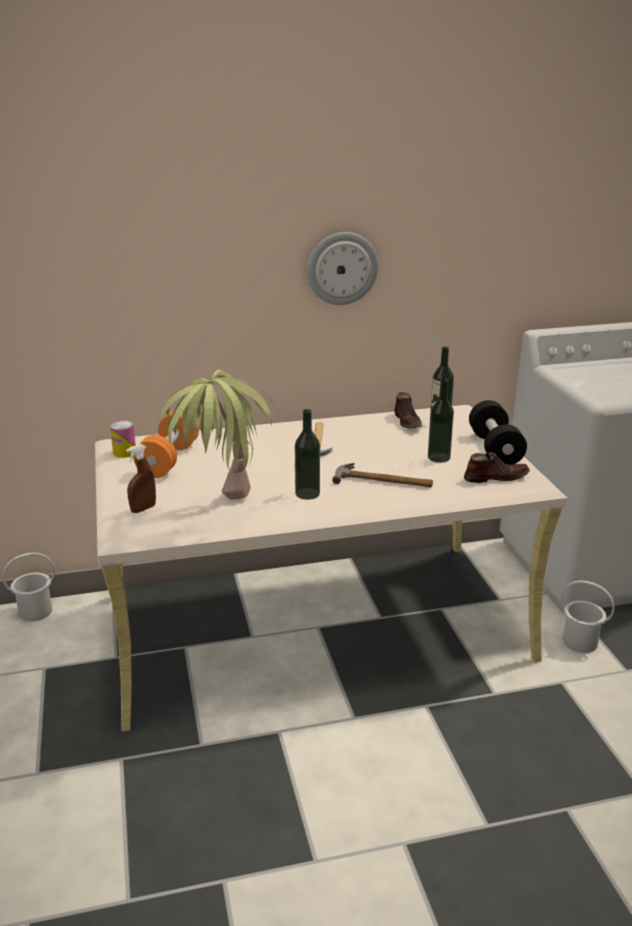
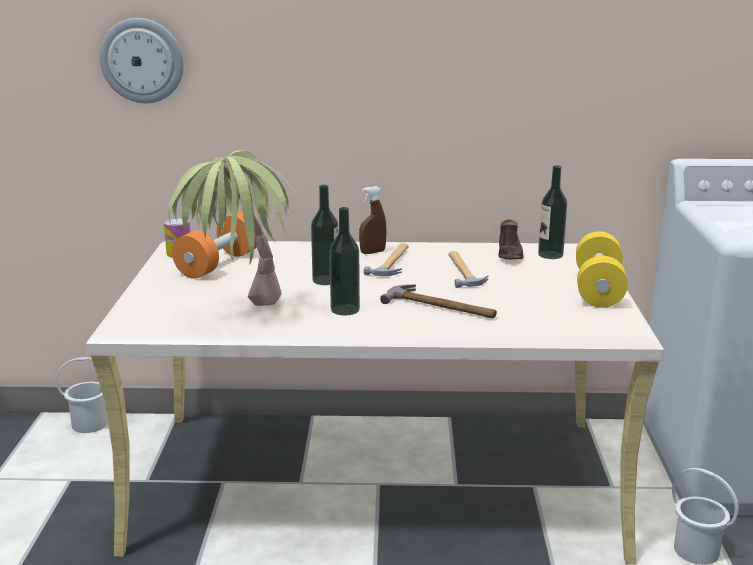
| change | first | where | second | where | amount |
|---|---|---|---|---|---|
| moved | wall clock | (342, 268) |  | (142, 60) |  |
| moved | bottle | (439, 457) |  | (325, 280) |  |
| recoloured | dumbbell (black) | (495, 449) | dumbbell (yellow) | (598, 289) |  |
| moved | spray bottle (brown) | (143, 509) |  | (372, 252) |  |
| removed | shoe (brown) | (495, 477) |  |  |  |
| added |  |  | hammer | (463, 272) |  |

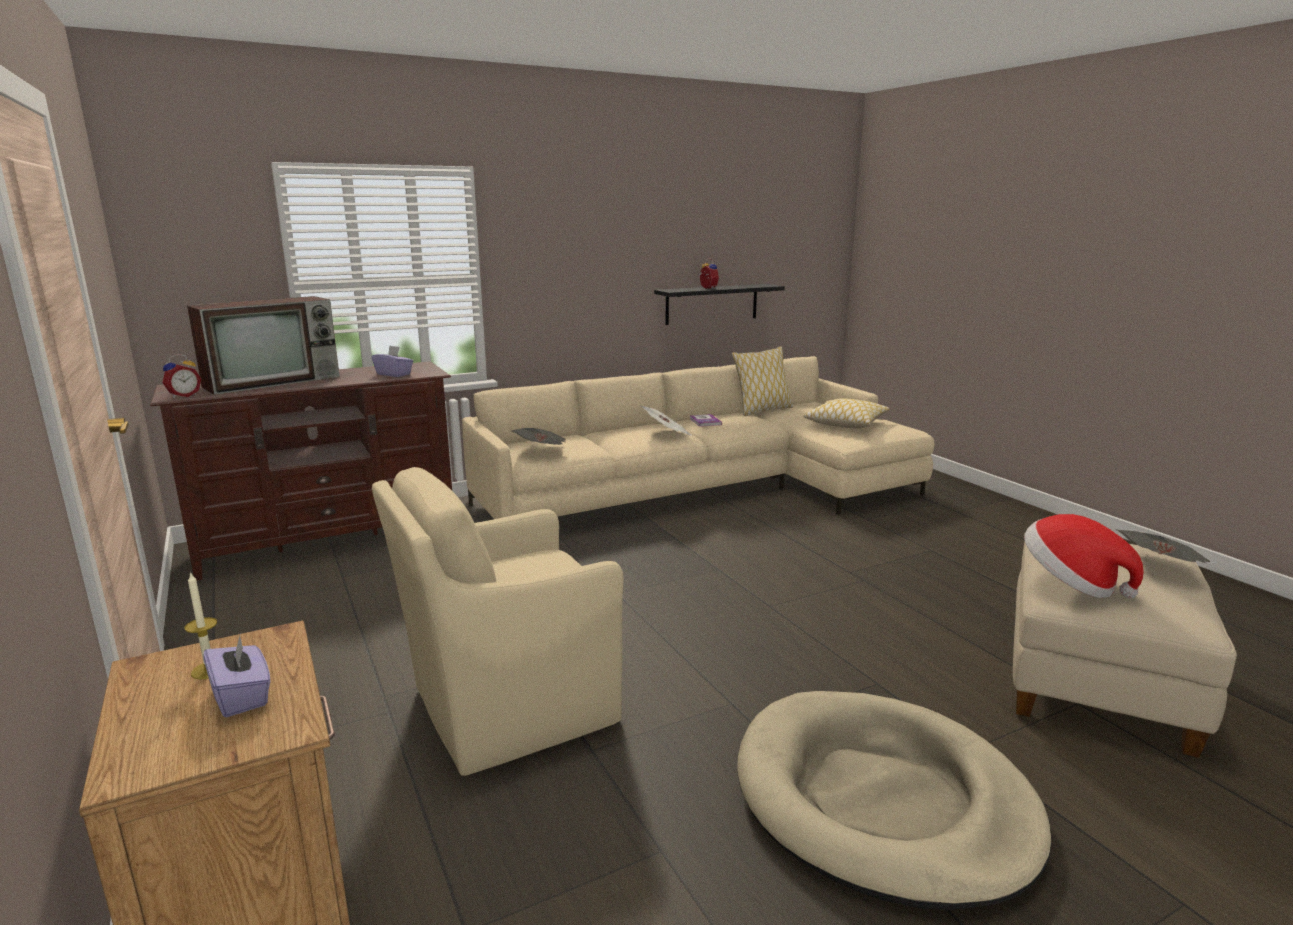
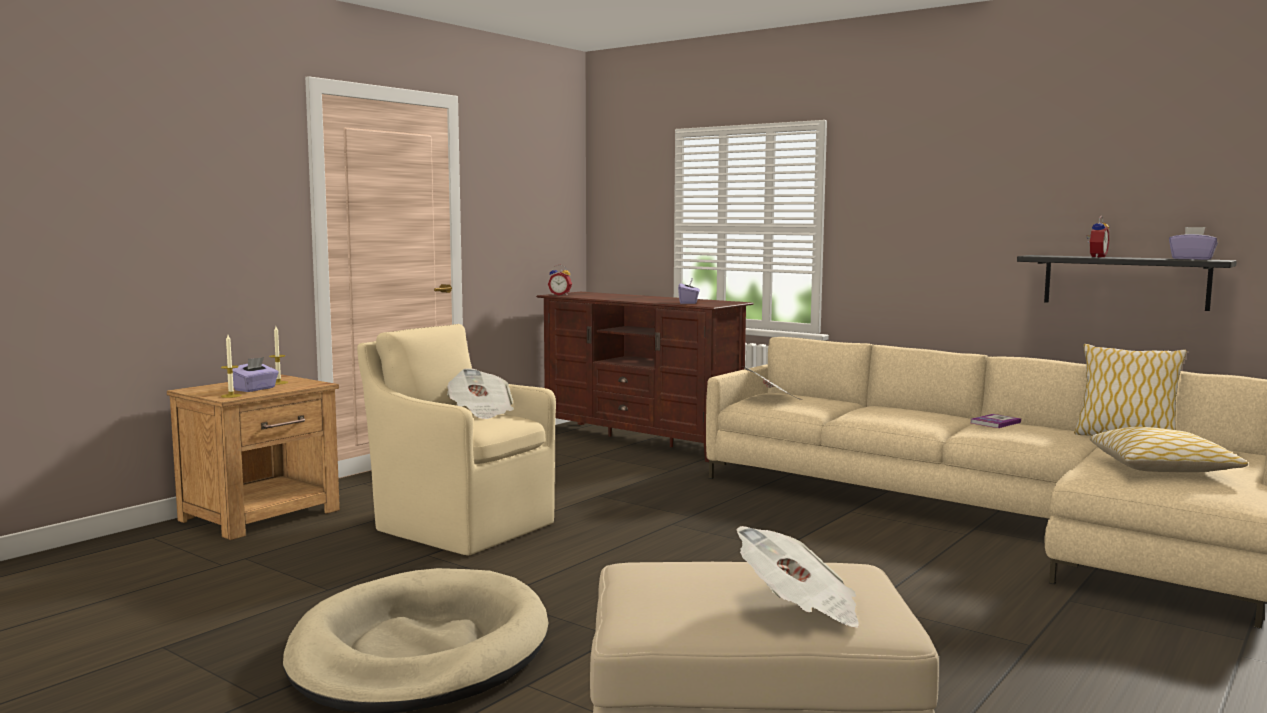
| change | first | where | second | where | amount |
|---|---|---|---|---|---|
| removed | television | (275, 381) |  |  |  |
| moved | newspaper | (666, 434) |  | (480, 412) |  |
| removed | hat | (1071, 583) |  |  |  |
| added |  |  | tissue box (purple) | (1192, 259) |  |
| added |  |  | candle | (231, 396) |  |

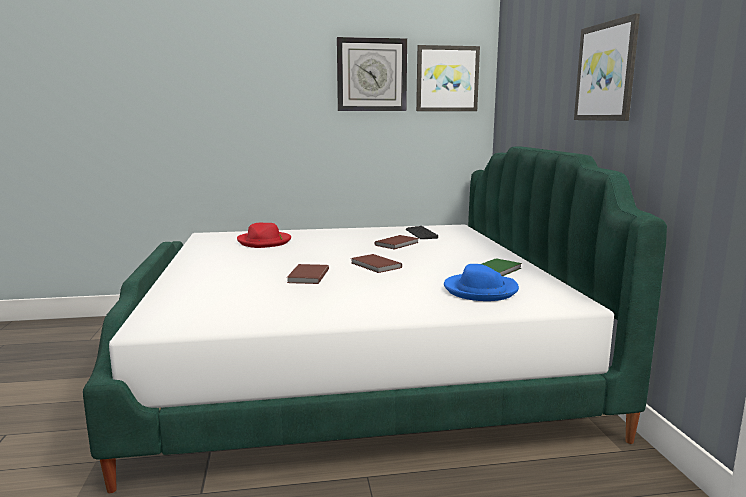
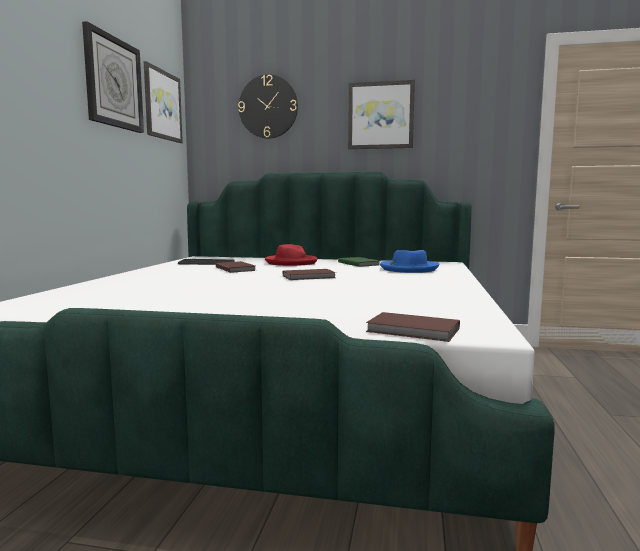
| change | first | where | second | where | amount |
|---|---|---|---|---|---|
| moved | hat (red) | (264, 242) |  | (291, 262) |  |
| moved | book (brown) | (307, 276) |  | (413, 330) |  |
| added |  |  | wall clock | (268, 107) |  |

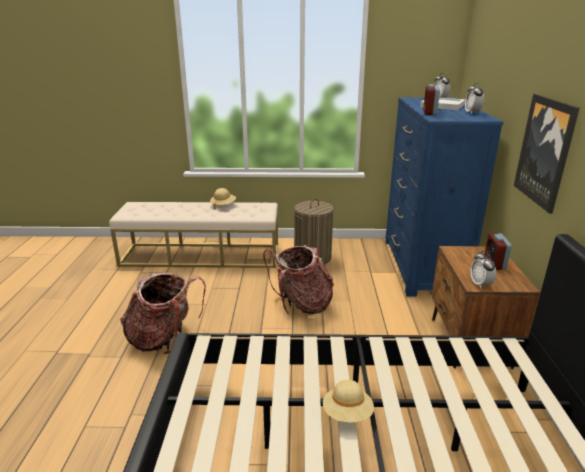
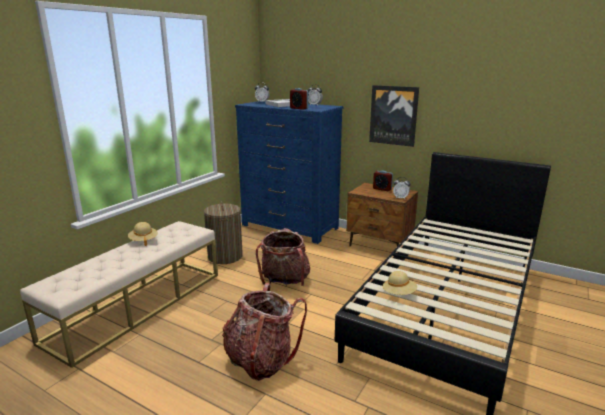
| change | first | where | second | where | amount |
|---|---|---|---|---|---|
| moved | hat (beige) | (347, 414) |  | (399, 293) |  |

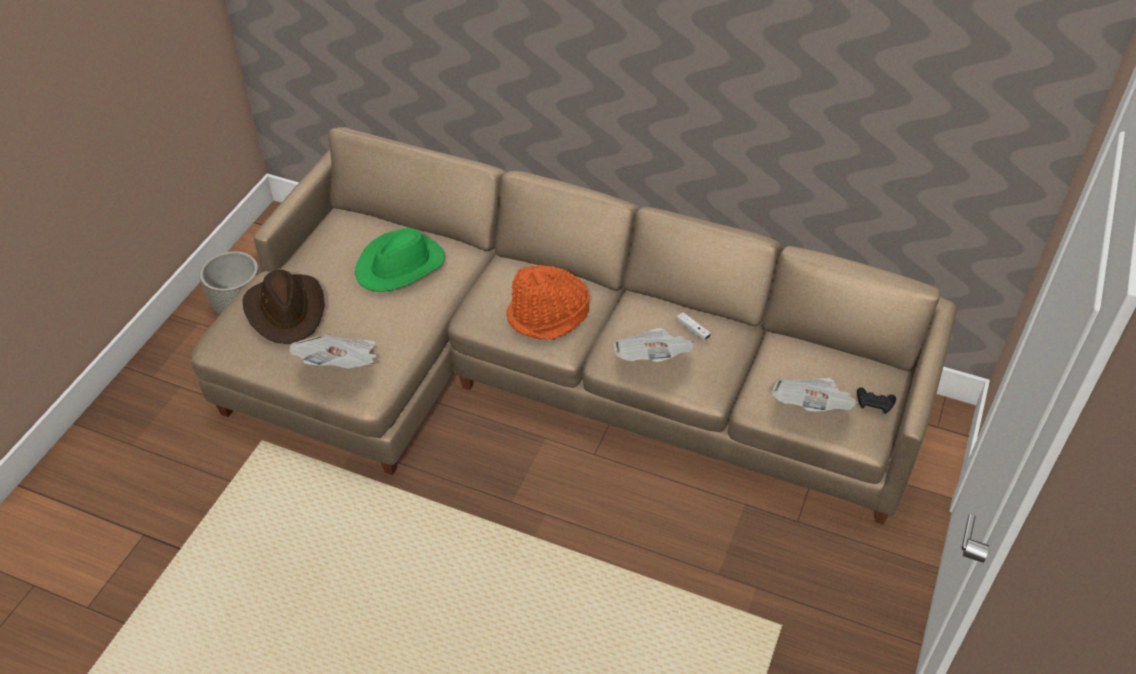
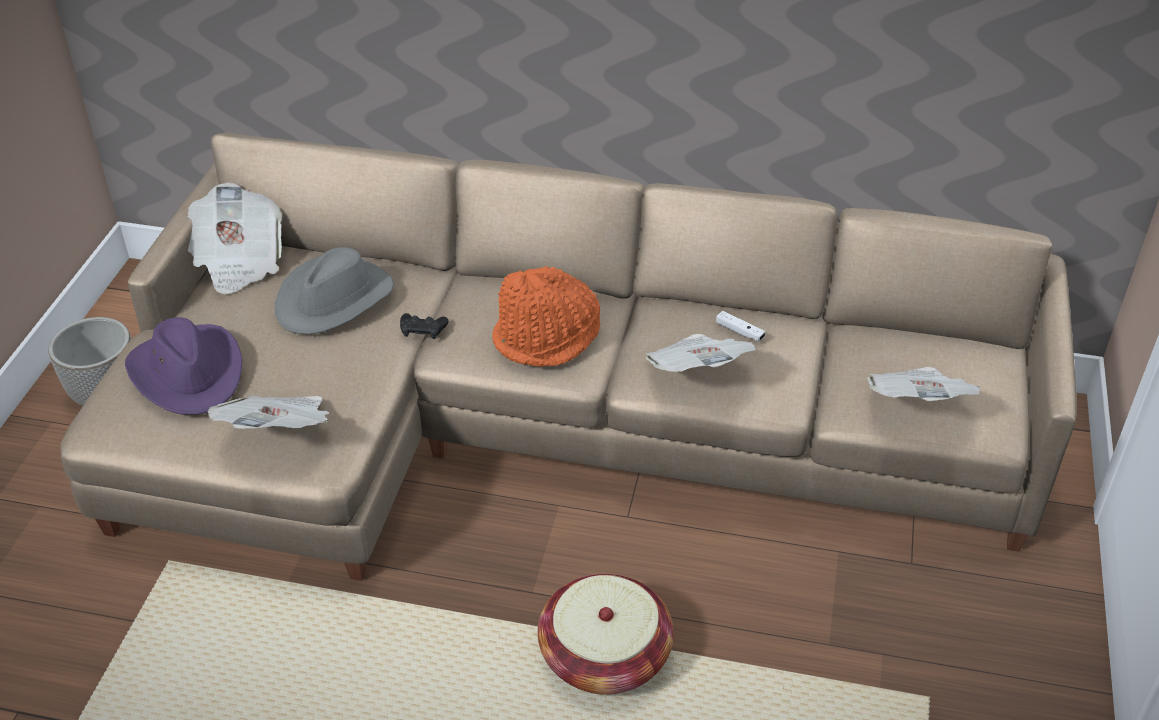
| change | first | where | second | where | amount |
|---|---|---|---|---|---|
| recoloured | hat (green) | (401, 265) | hat (grey) | (335, 299) |  |
| recoloured | hat (brown) | (286, 310) | hat (purple) | (188, 373) |  |
| moved | game controller (black) | (874, 403) |  | (423, 329) |  |
| added |  |  | newspaper | (238, 261) |  |
| added |  |  | basket | (604, 656) |  |

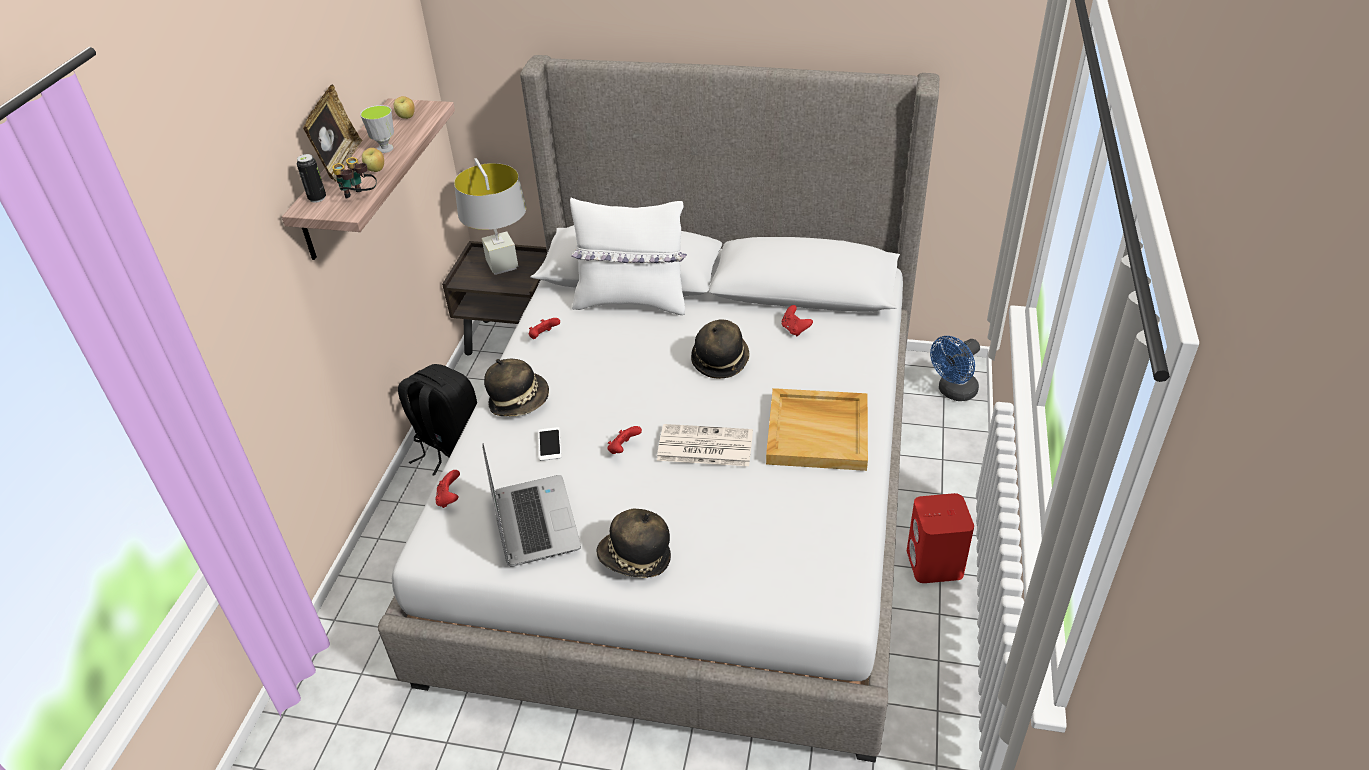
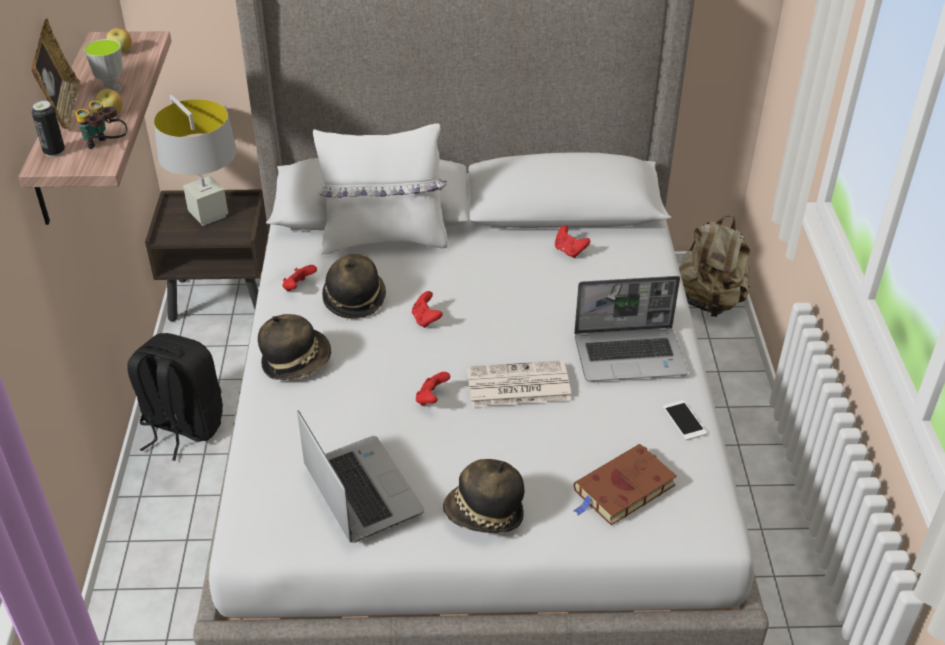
| change | first | where | second | where | amount |
|---|---|---|---|---|---|
| moved | hat | (720, 360) |  | (354, 299) |  |
| replaced | fan (blue) | (953, 392) | backpack (beige) | (709, 301) |  |
| replaced | tray (beige) | (818, 432) | laptop | (630, 355) |  |
| moved | phone | (549, 444) |  | (684, 420) |  |
| moved | game controller (red) | (449, 498) |  | (426, 319) |  |
| removed | speaker (red) | (934, 564) |  |  |  |
| added |  |  | book (brown) | (622, 490) |  |

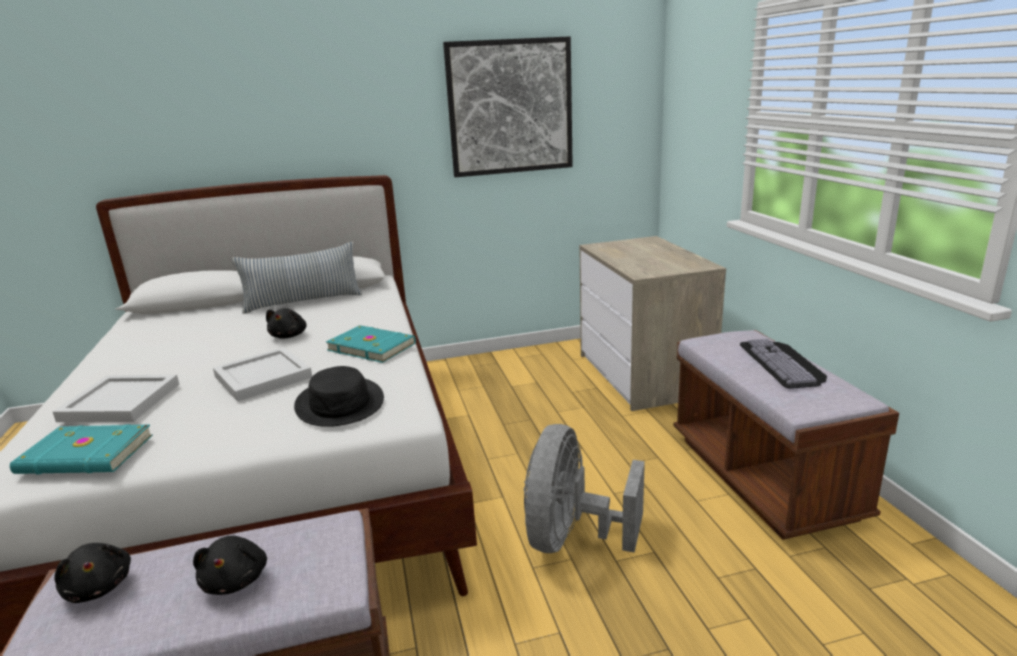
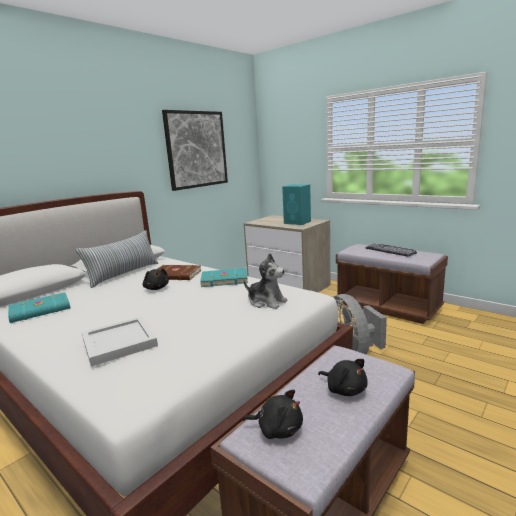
| change | first | where | second | where | amount |
|---|---|---|---|---|---|
| removed | tray (white) | (264, 376) |  |  |  |
| replaced | hat (black) | (340, 403) | plush toy | (266, 302) |  |
| moved | book (turquoise) | (85, 455) |  | (40, 310) |  |
| added |  |  | speaker (turquoise) | (298, 222) |  |
| added |  |  | book (brown) | (176, 275) |  |

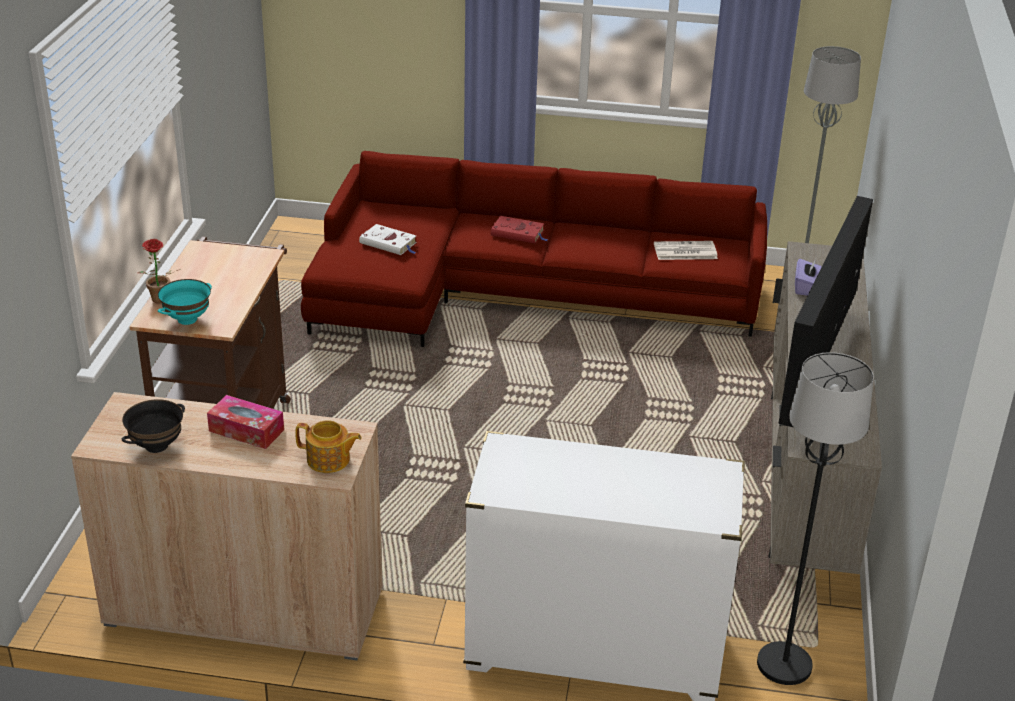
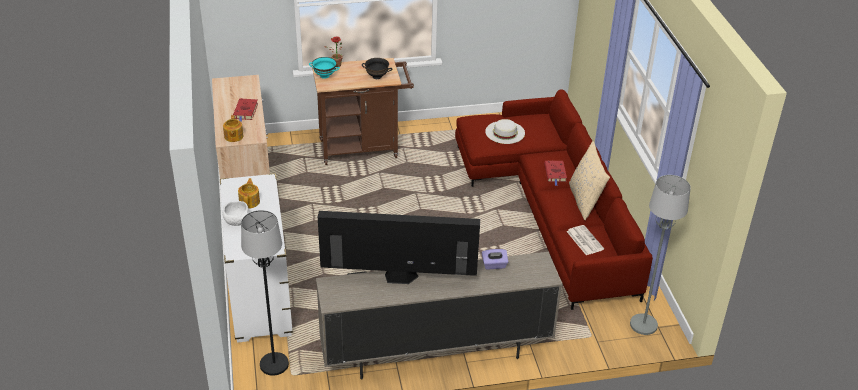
| change | first | where | second | where | amount |
|---|---|---|---|---|---|
| replaced | book (white) | (389, 243) | hat (white) | (505, 132) |  |
| replaced | tissue box | (246, 430) | book (red) | (245, 112) |  |
| moved | bowl (black) | (156, 446) |  | (377, 76) |  |
| added |  |  | pillow (beige) | (585, 201) |  |
| added |  |  | teapot | (250, 201) |  |
| added |  |  | bowl (white) | (237, 222) |  |

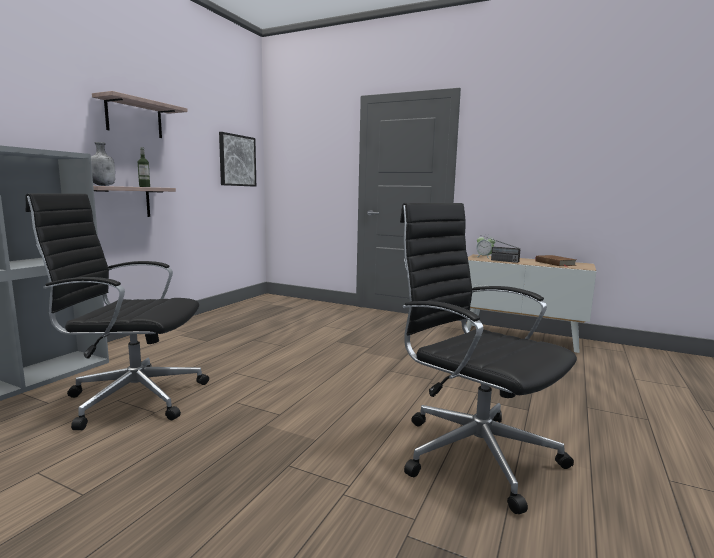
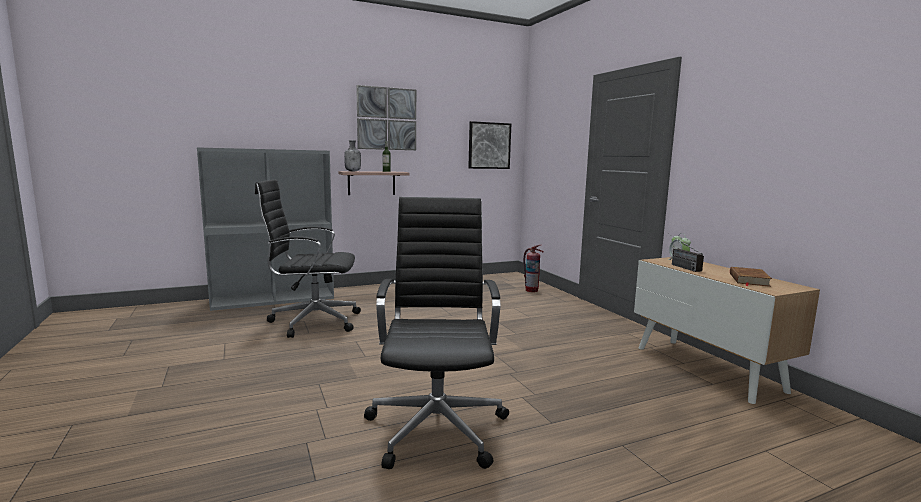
| change | first | where | second | where | amount |
|---|---|---|---|---|---|
| replaced | shelf | (134, 118) | picture | (386, 119) |  |
| turned | office chair (black) | (132, 397) |  | (312, 321) | 45 degrees counterclockwise |
| added |  |  | fire extinguisher | (531, 290) |  |

